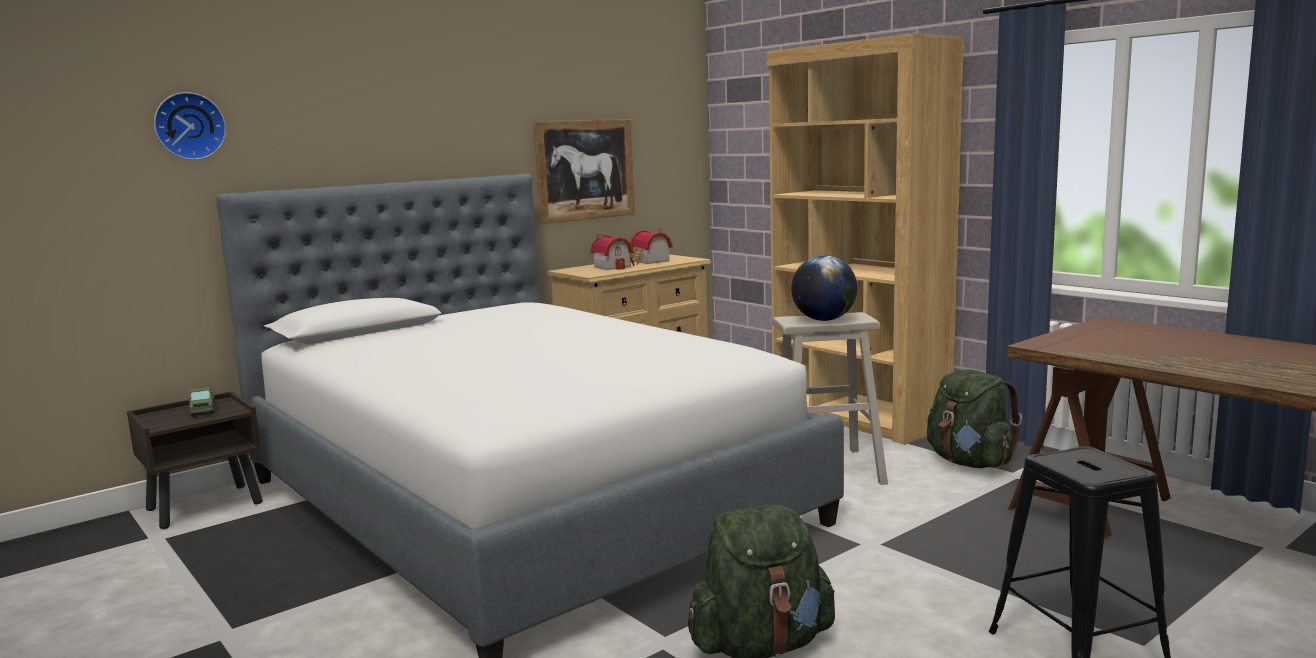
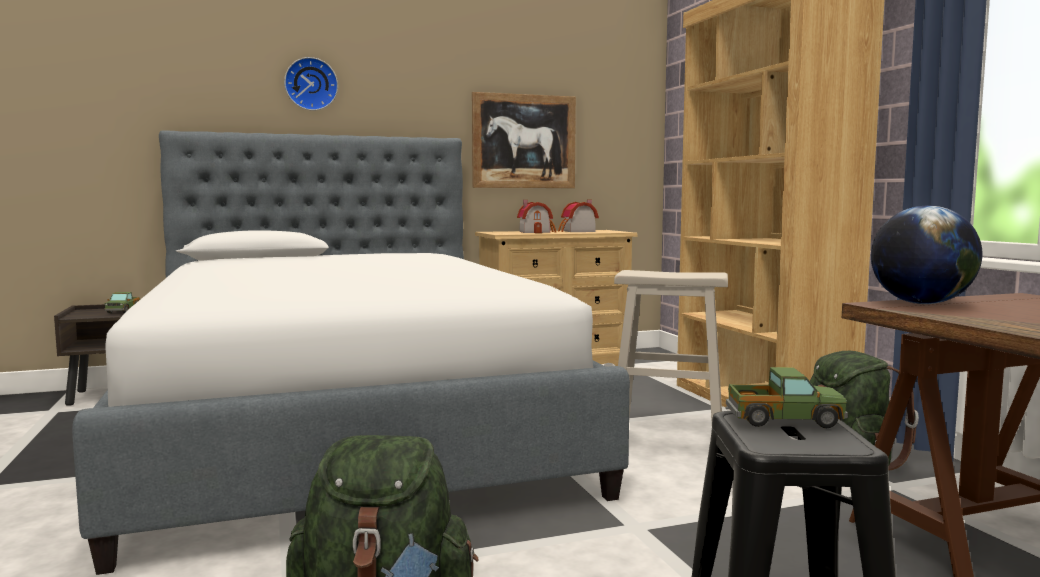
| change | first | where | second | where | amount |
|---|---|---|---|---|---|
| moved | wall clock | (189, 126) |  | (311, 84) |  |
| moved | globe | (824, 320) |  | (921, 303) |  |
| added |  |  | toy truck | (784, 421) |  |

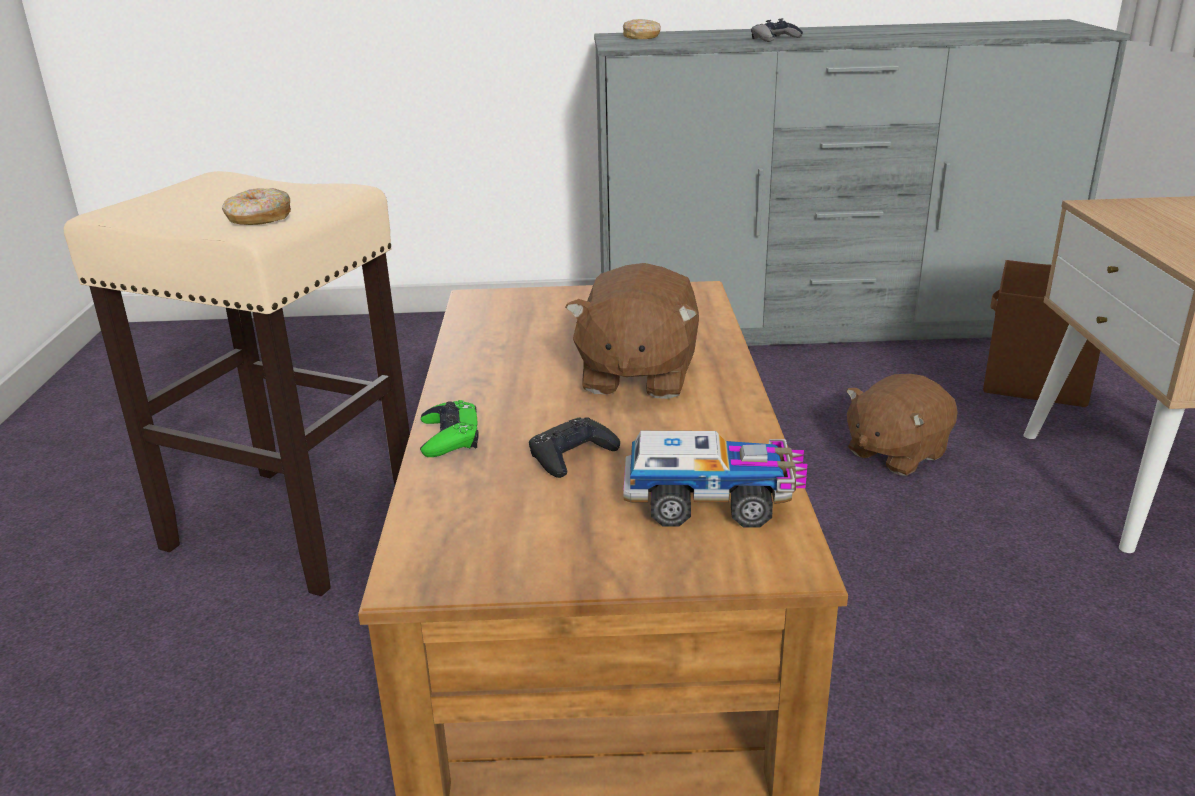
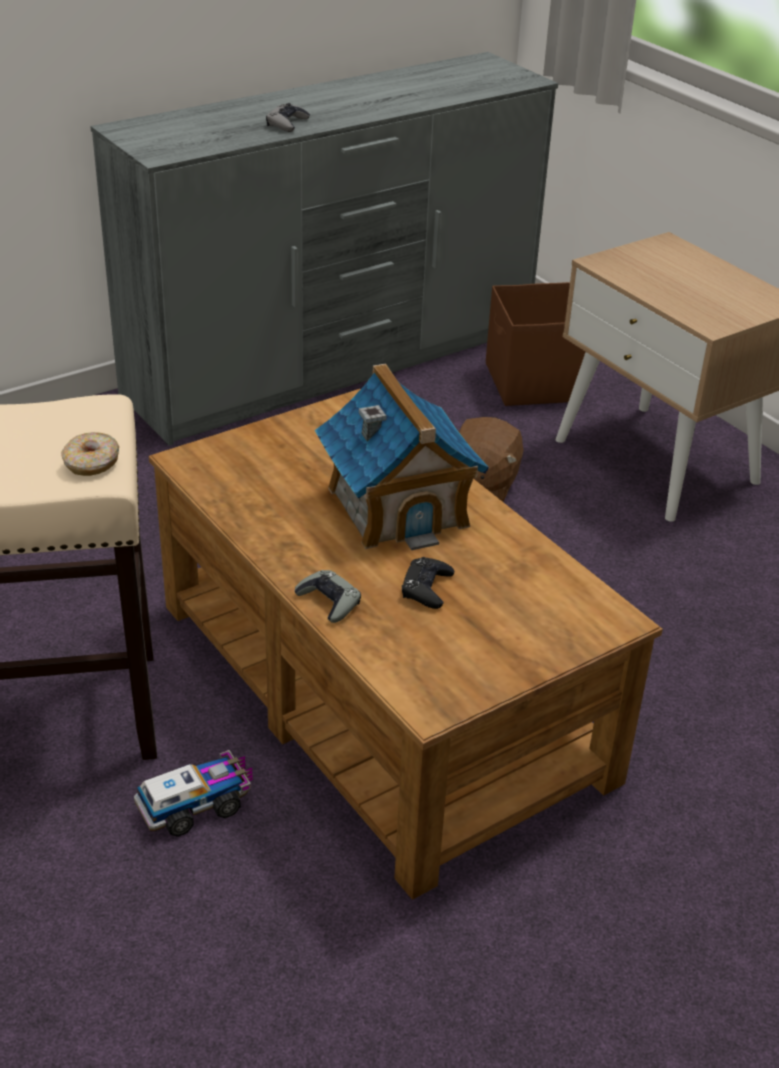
| change | first | where | second | where | amount |
|---|---|---|---|---|---|
| removed | donut | (641, 37) |  |  |  |
| replaced | plush toy (brown) | (636, 376) | toy house | (398, 506) |  |
| recoloured | game controller (green) | (450, 437) | game controller (grey) | (329, 601) |  |
| moved | toy truck | (713, 502) |  | (197, 805) |  |

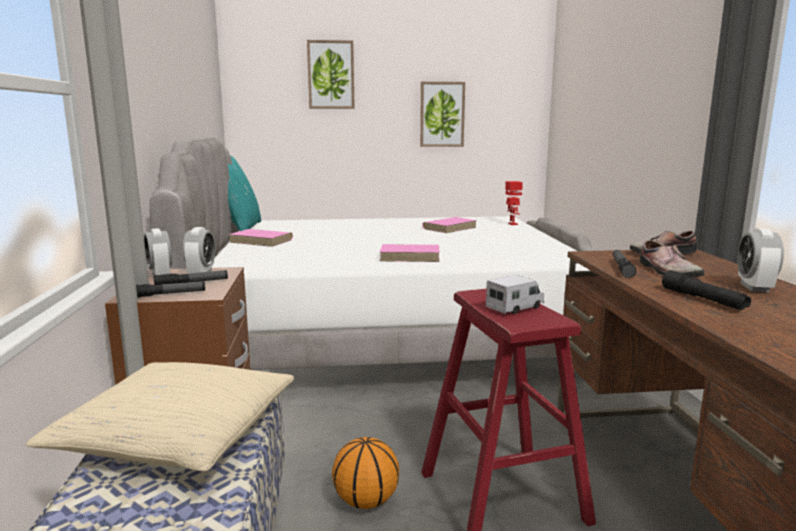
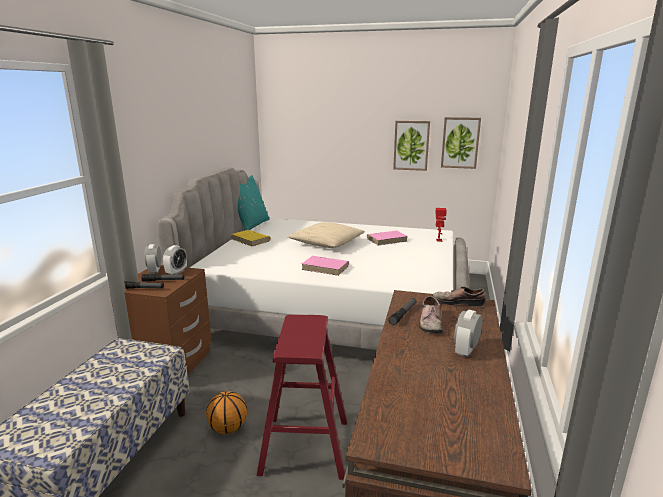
| change | first | where | second | where | amount |
|---|---|---|---|---|---|
| moved | picture | (331, 75) |  | (460, 143) |  |
| recoloured | book (pink) | (261, 241) | book (yellow) | (251, 240) |  |
| removed | flashlight (black) | (703, 299) |  |  |  |
| removed | toy truck | (515, 307) |  |  |  |
| moved | pillow (beige) | (177, 435) |  | (326, 243) |  |

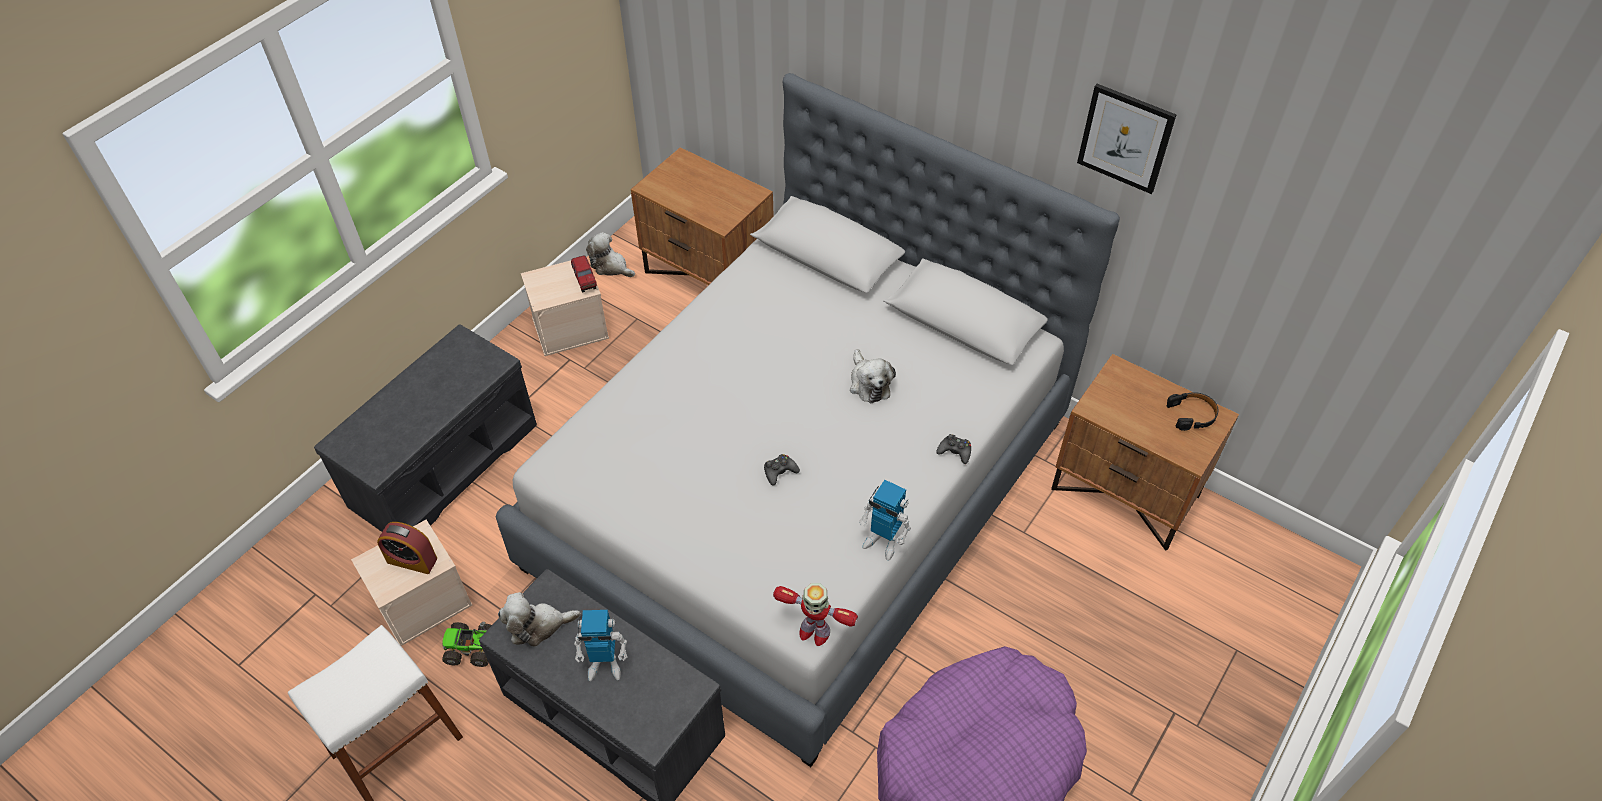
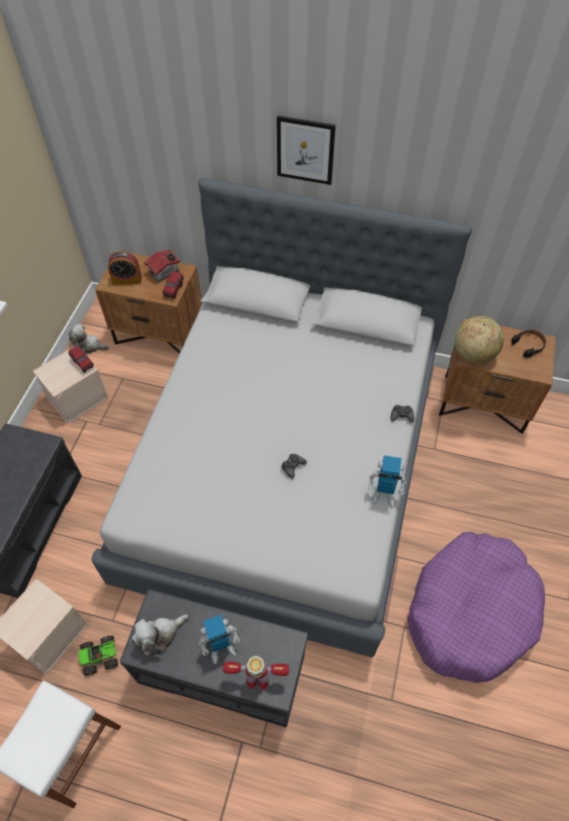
| change | first | where | second | where | amount |
|---|---|---|---|---|---|
| moved | picture | (1125, 138) |  | (305, 150) |  |
| removed | plush toy | (869, 383) |  |  |  |
| moved | alarm clock | (412, 560) |  | (127, 280) |  |
| moved | toy robot | (813, 632) |  | (257, 679) |  |
| added |  |  | toy house | (165, 272) |  |
| added |  |  | toy truck | (174, 290) |  |
| added |  |  | globe | (473, 354) |  |

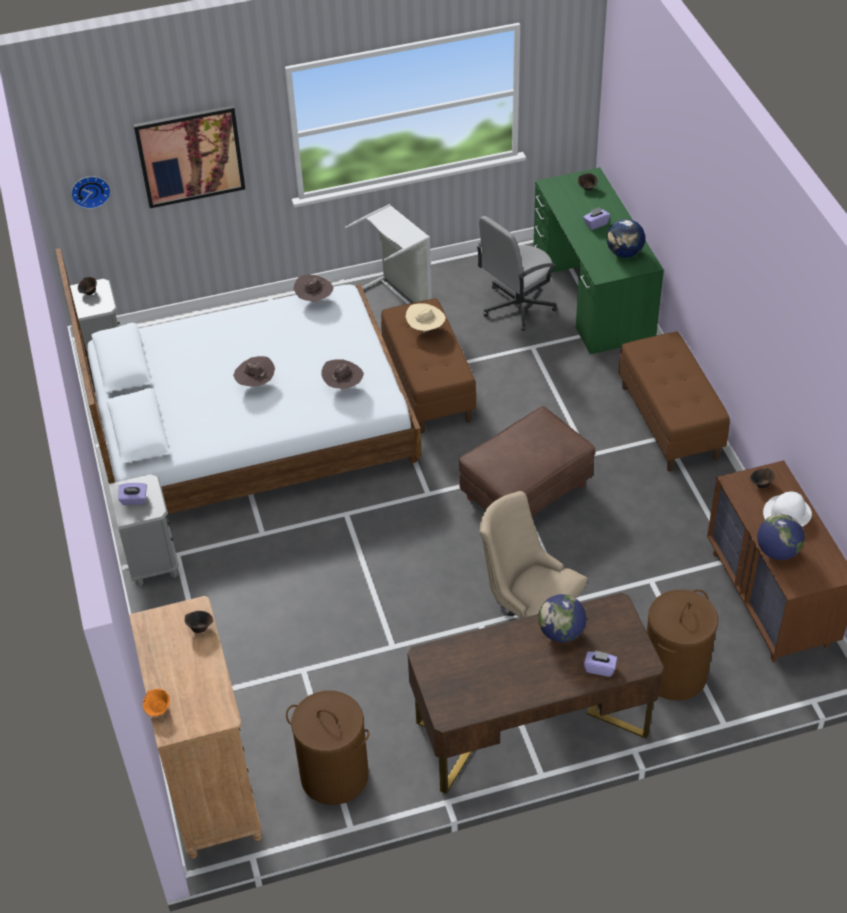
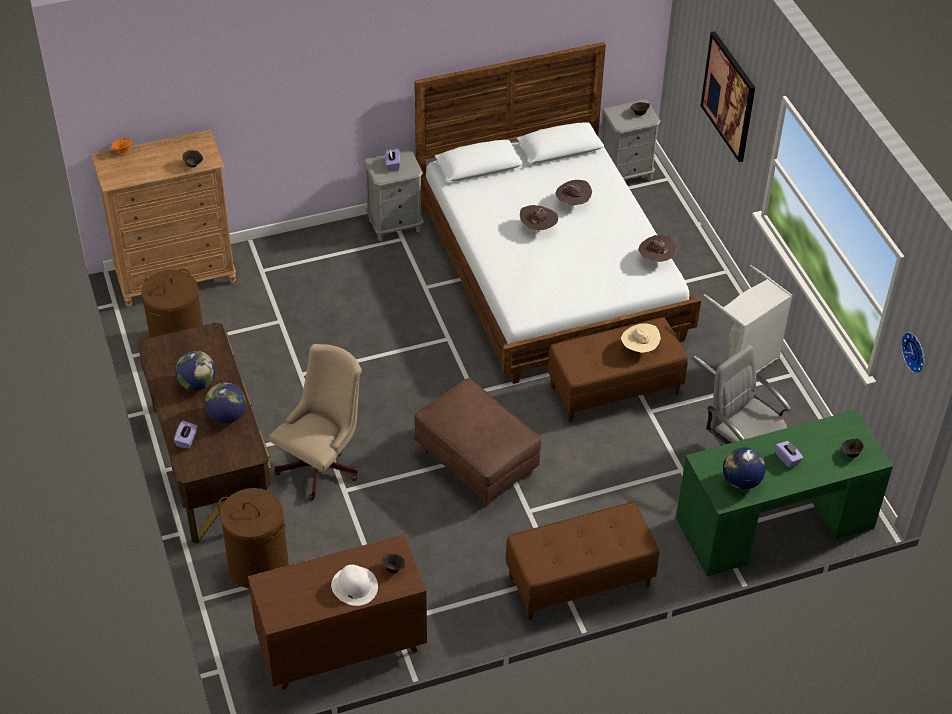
| change | first | where | second | where | amount |
|---|---|---|---|---|---|
| moved | wall clock | (90, 190) |  | (915, 352) |  |
| moved | hat (brown) | (343, 386) |  | (573, 203) |  |
| moved | globe | (777, 551) |  | (197, 384) |  |

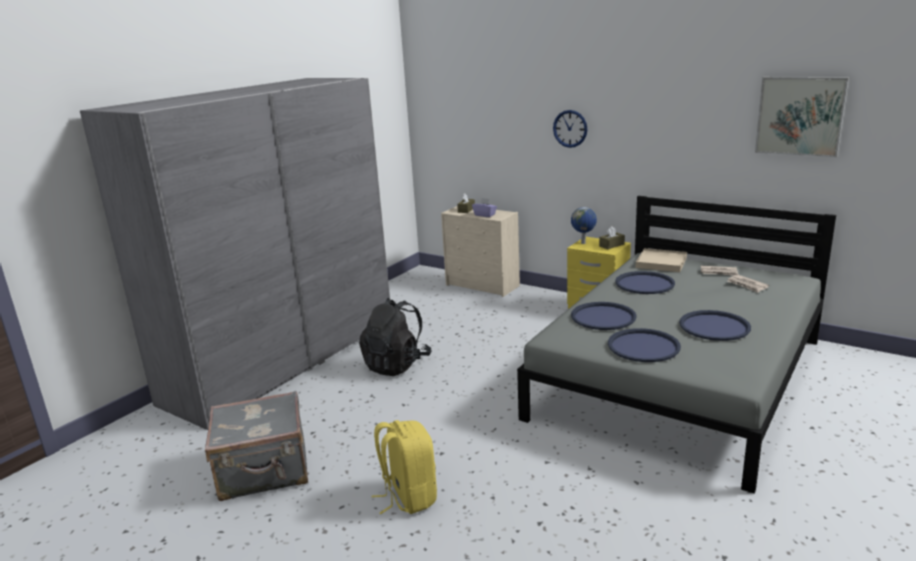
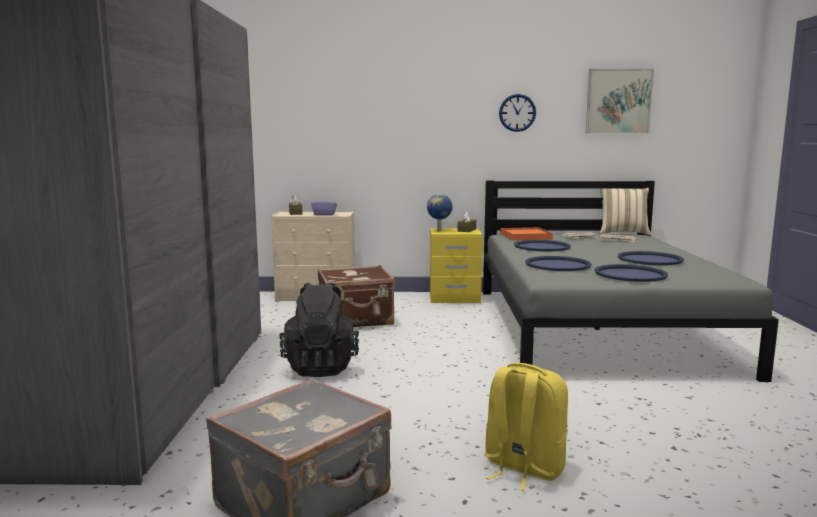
| change | first | where | second | where | amount |
|---|---|---|---|---|---|
| moved | wall clock | (570, 128) |  | (517, 113) |  |
| recoloured | tray (beige) | (661, 263) | tray (orange) | (526, 236) |  |
| added |  |  | pillow (beige) | (623, 233) |  |
| added |  |  | suitcase (brown) | (356, 320) |  |

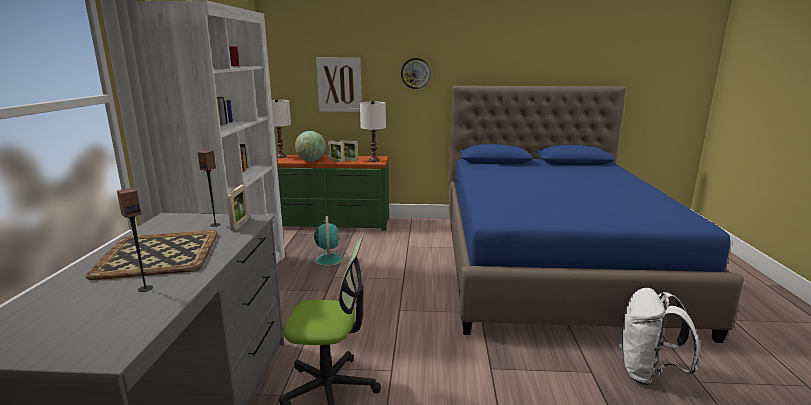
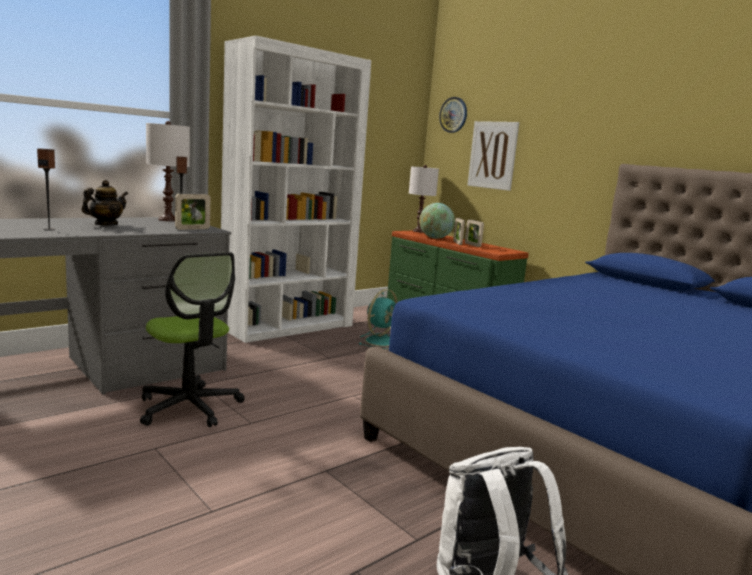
| change | first | where | second | where | amount |
|---|---|---|---|---|---|
| moved | wall clock | (415, 73) |  | (453, 115) |  |
| moved | table lamp (white) | (373, 160) |  | (167, 219) |  |
| replaced | tray | (157, 255) | teapot | (106, 225) |  |

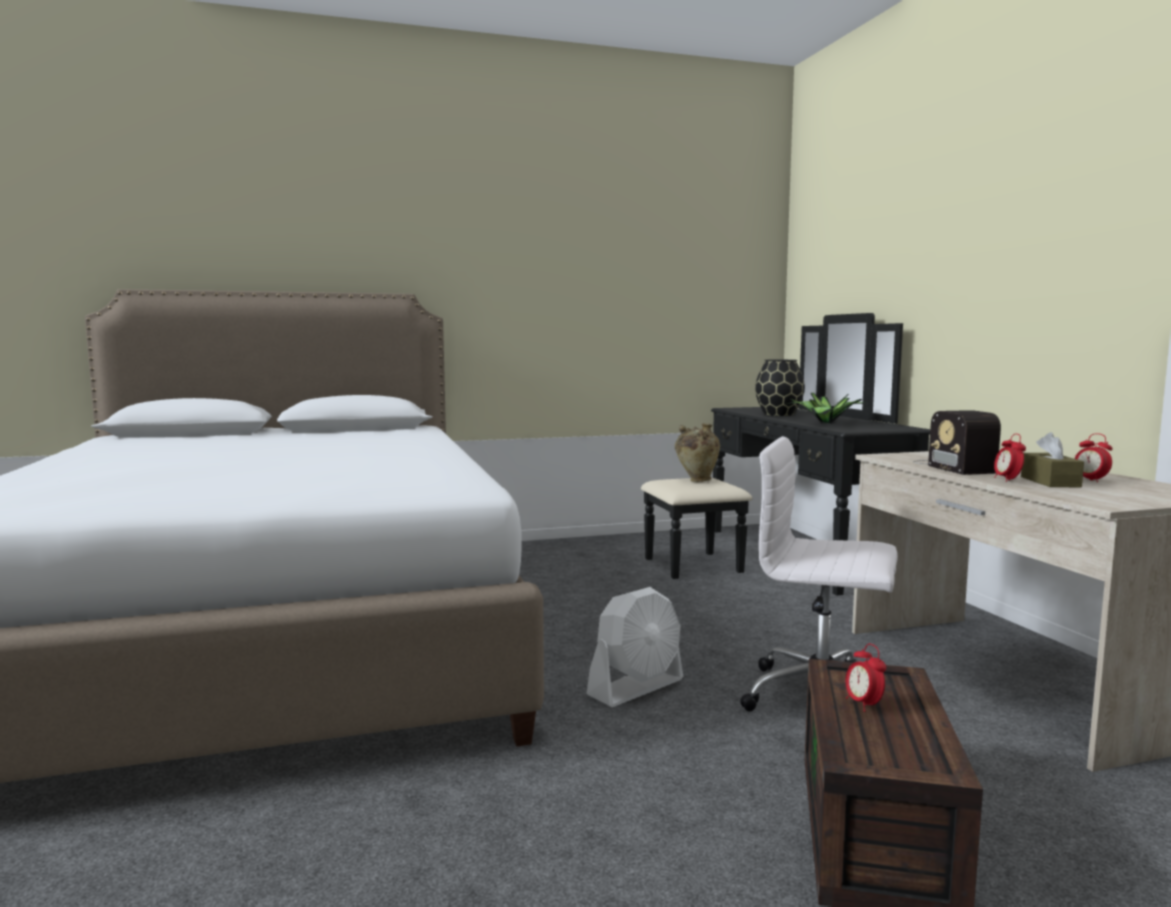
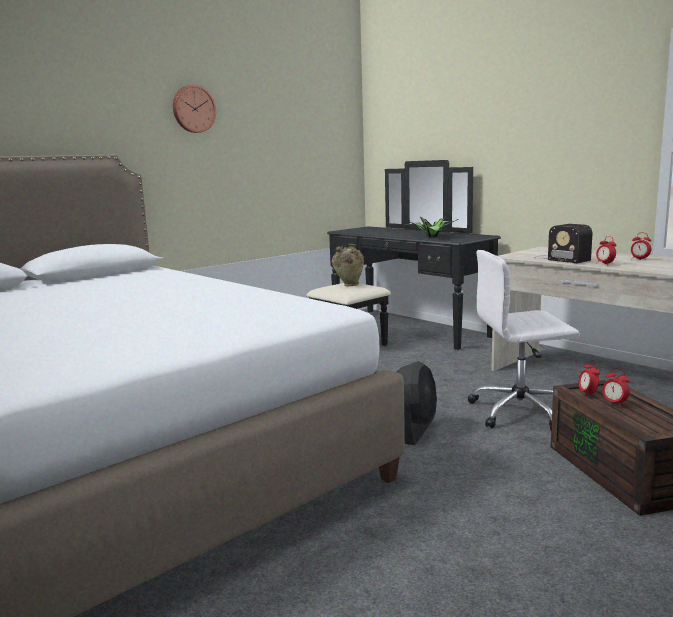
| change | first | where | second | where | amount |
|---|---|---|---|---|---|
| removed | vase (black) | (778, 414) |  |  |  |
| removed | tissue box (brown) | (1050, 482) |  |  |  |
| recoloured | fan (white) | (636, 687) | fan (black) | (413, 430) |  |
| added |  |  | wall clock | (193, 109) |  |
| added |  |  | alarm clock | (588, 394) |  |

